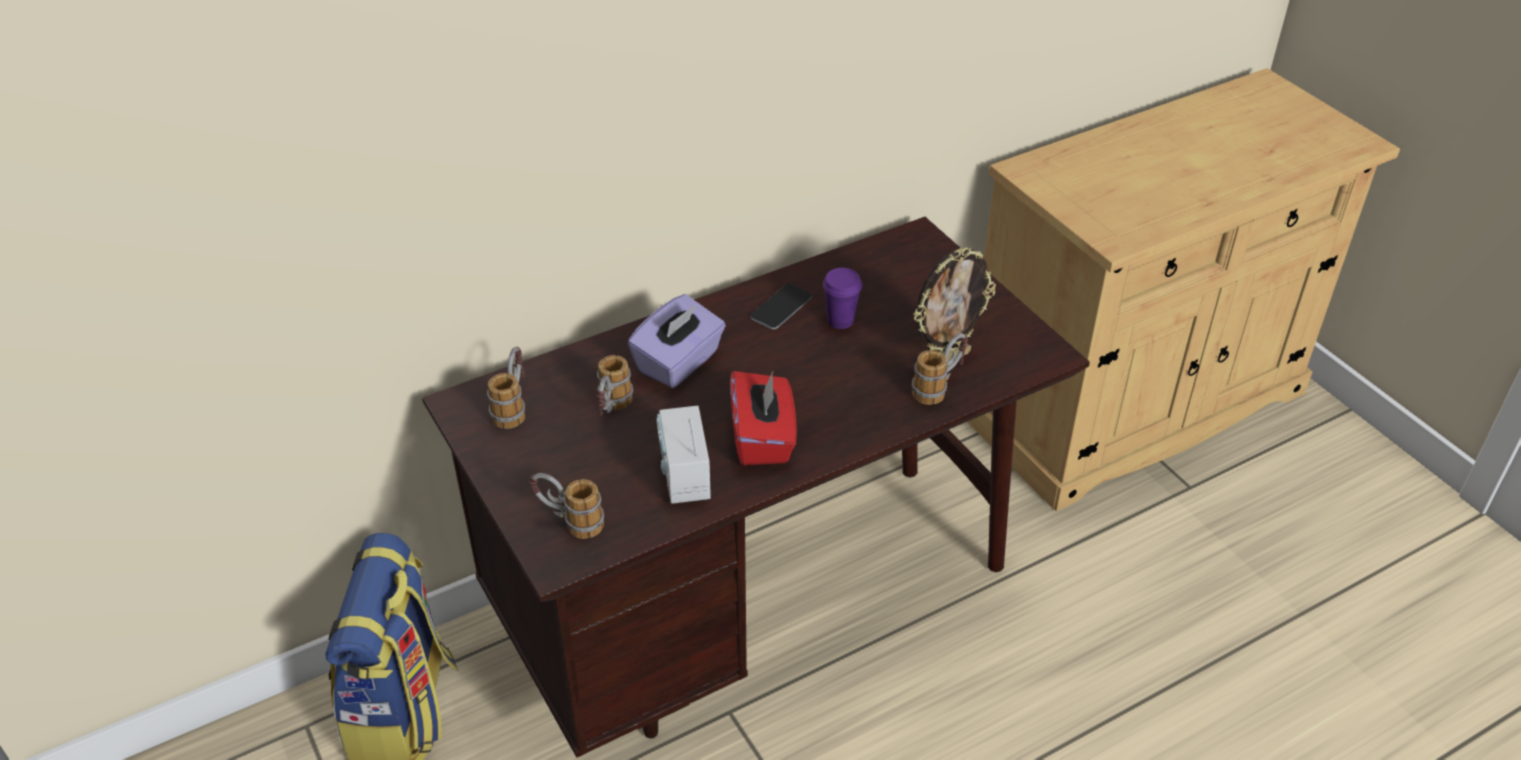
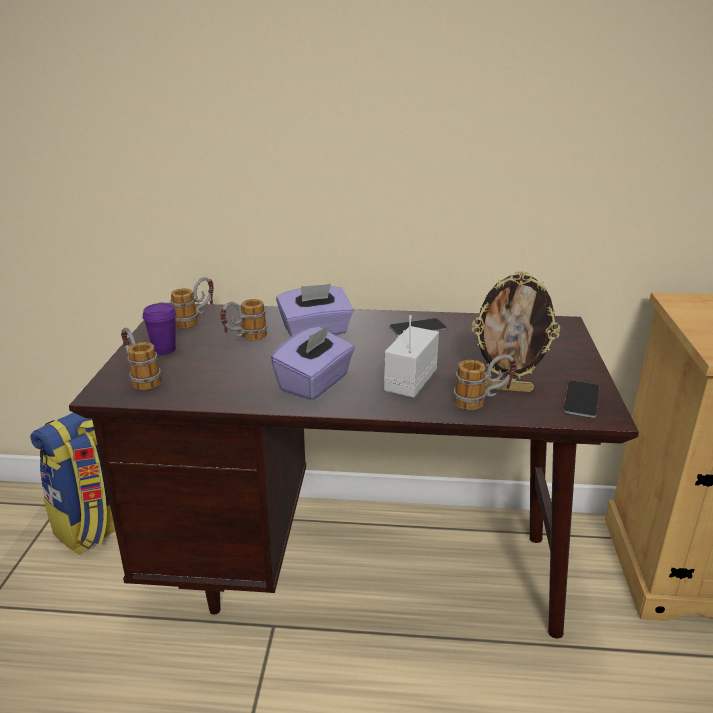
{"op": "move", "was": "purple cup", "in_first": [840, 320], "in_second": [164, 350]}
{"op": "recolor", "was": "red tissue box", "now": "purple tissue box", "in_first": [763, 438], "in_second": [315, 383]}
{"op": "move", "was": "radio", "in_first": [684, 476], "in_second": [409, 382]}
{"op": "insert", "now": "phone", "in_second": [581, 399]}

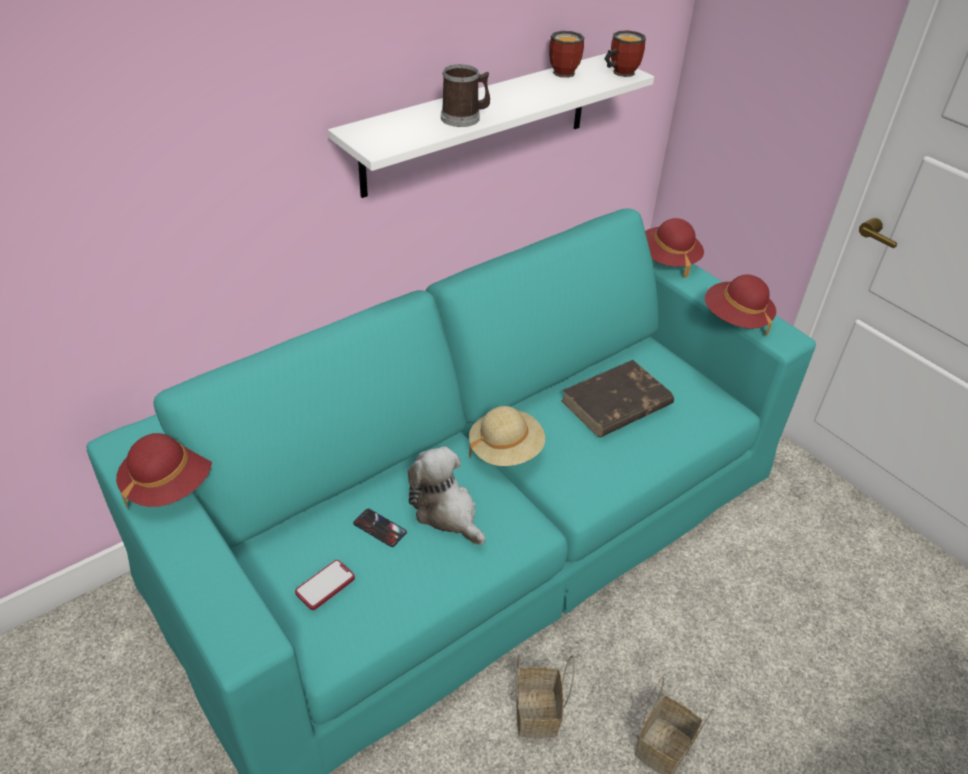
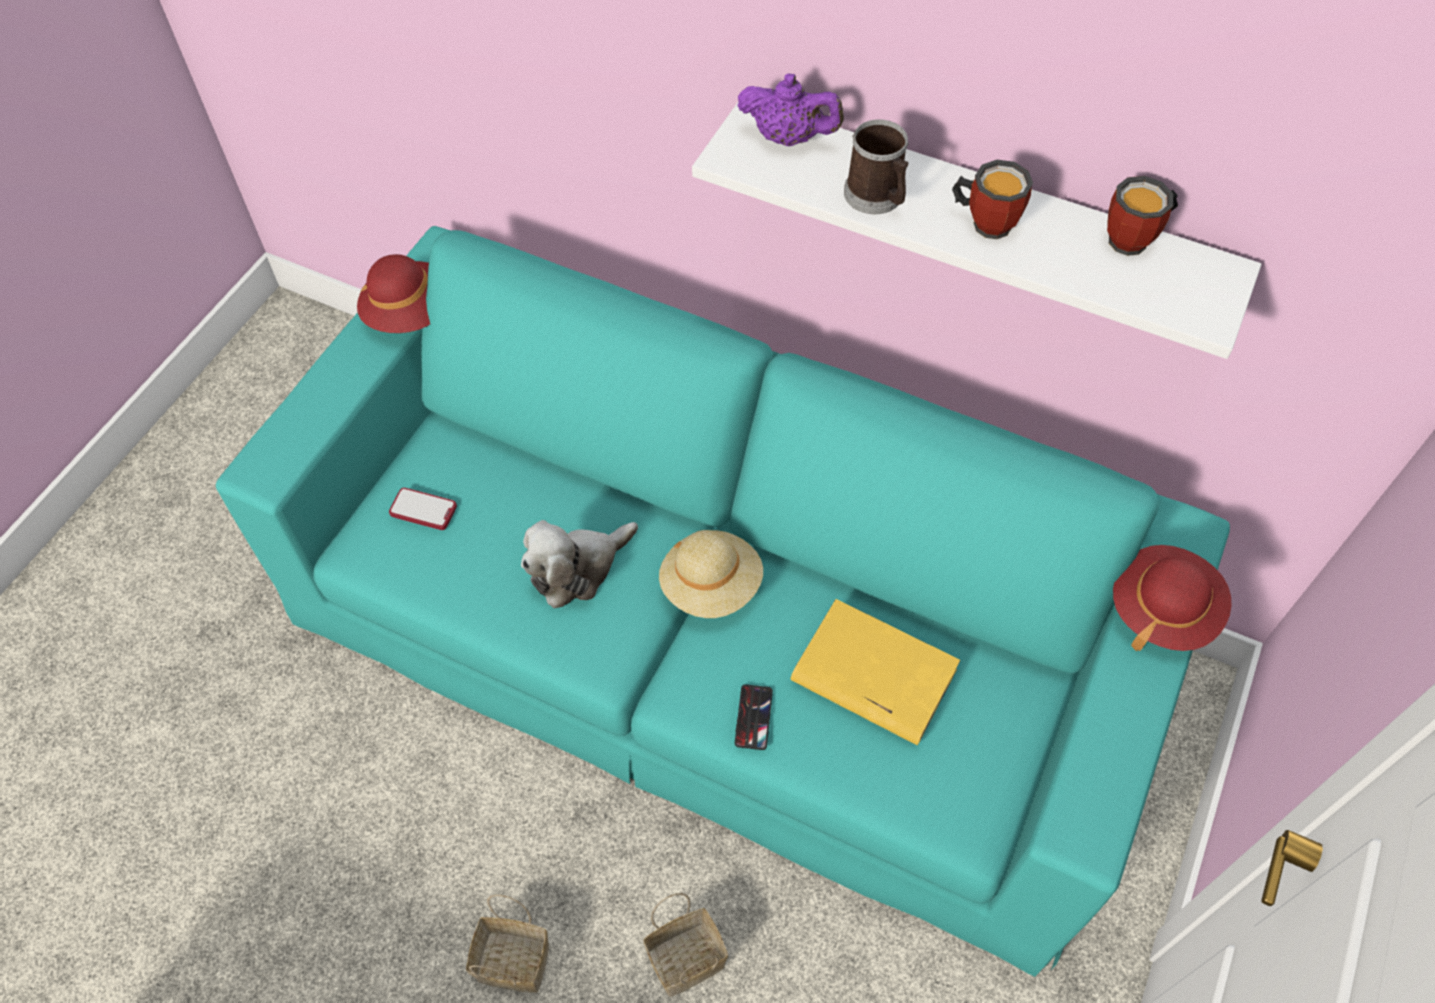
{"op": "move", "was": "mug", "in_first": [619, 73], "in_second": [985, 221]}
{"op": "delete", "was": "red hat", "in_first": [735, 319]}
{"op": "recolor", "was": "brown book", "now": "yellow book", "in_first": [615, 404], "in_second": [872, 675]}
{"op": "rotate", "was": "plush toy", "in_first": [446, 511], "in_second": [577, 568], "clockwise": -150}
{"op": "move", "was": "phone", "in_first": [379, 528], "in_second": [753, 717]}
{"op": "move", "was": "basket", "in_first": [538, 714], "in_second": [685, 962]}
{"op": "insert", "now": "purple teapot", "in_second": [788, 138]}

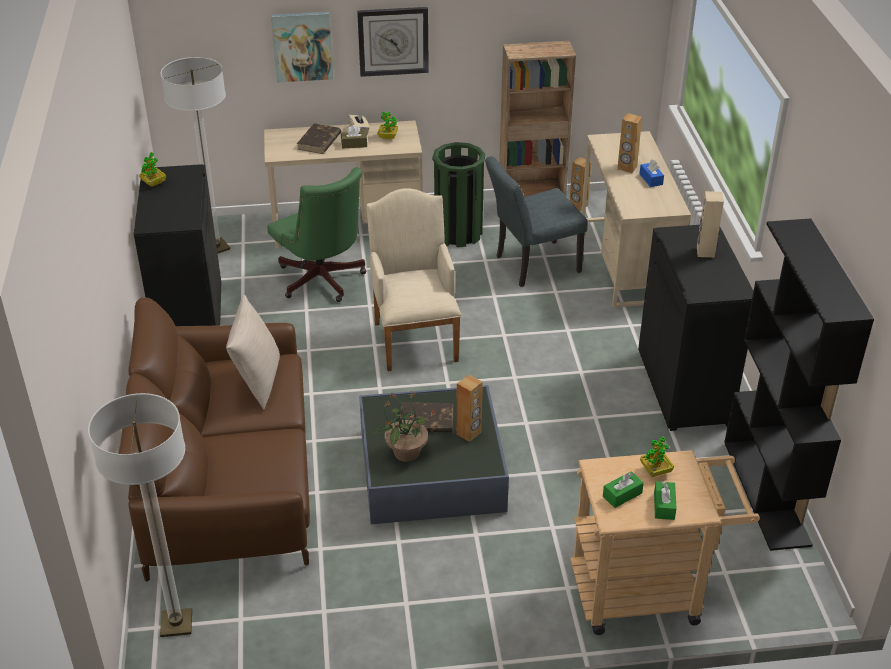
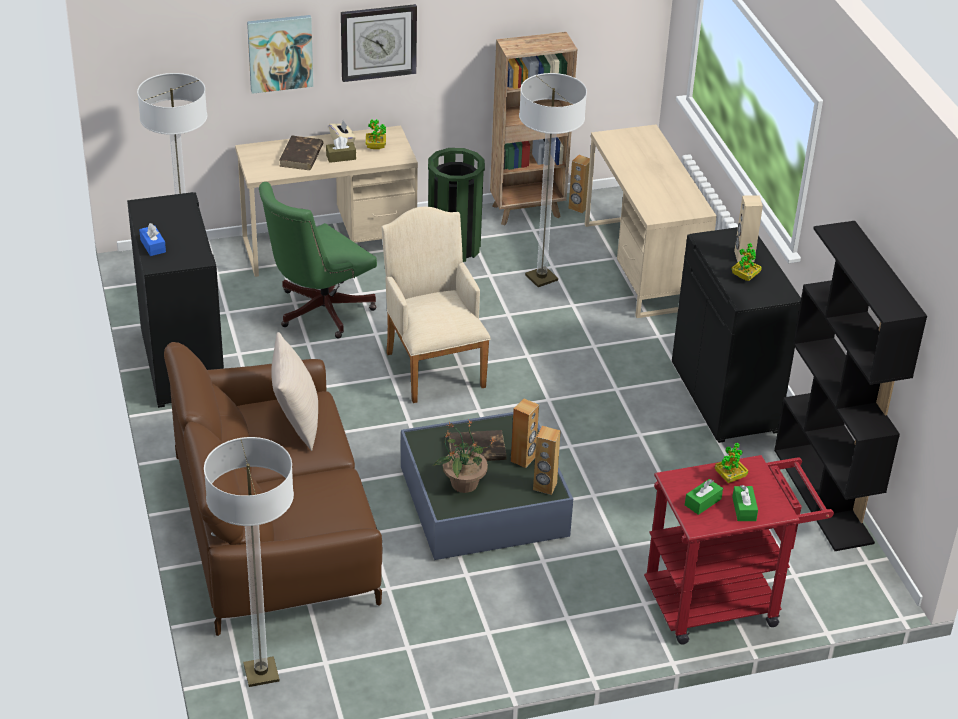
{"op": "move", "was": "brown speaker", "in_first": [627, 168], "in_second": [544, 487]}
{"op": "move", "was": "potted plant", "in_first": [154, 183], "in_second": [745, 276]}
{"op": "replace", "was": "grey chair", "now": "floor lamp", "in_first": [531, 265], "in_second": [541, 278]}
{"op": "move", "was": "blue tissue box", "in_first": [651, 179], "in_second": [153, 246]}
{"op": "rotate", "was": "green office chair", "in_first": [322, 282], "in_second": [318, 311], "clockwise": 90}
{"op": "recolor", "was": "beige cart", "now": "red cart", "in_first": [648, 592], "in_second": [723, 600]}

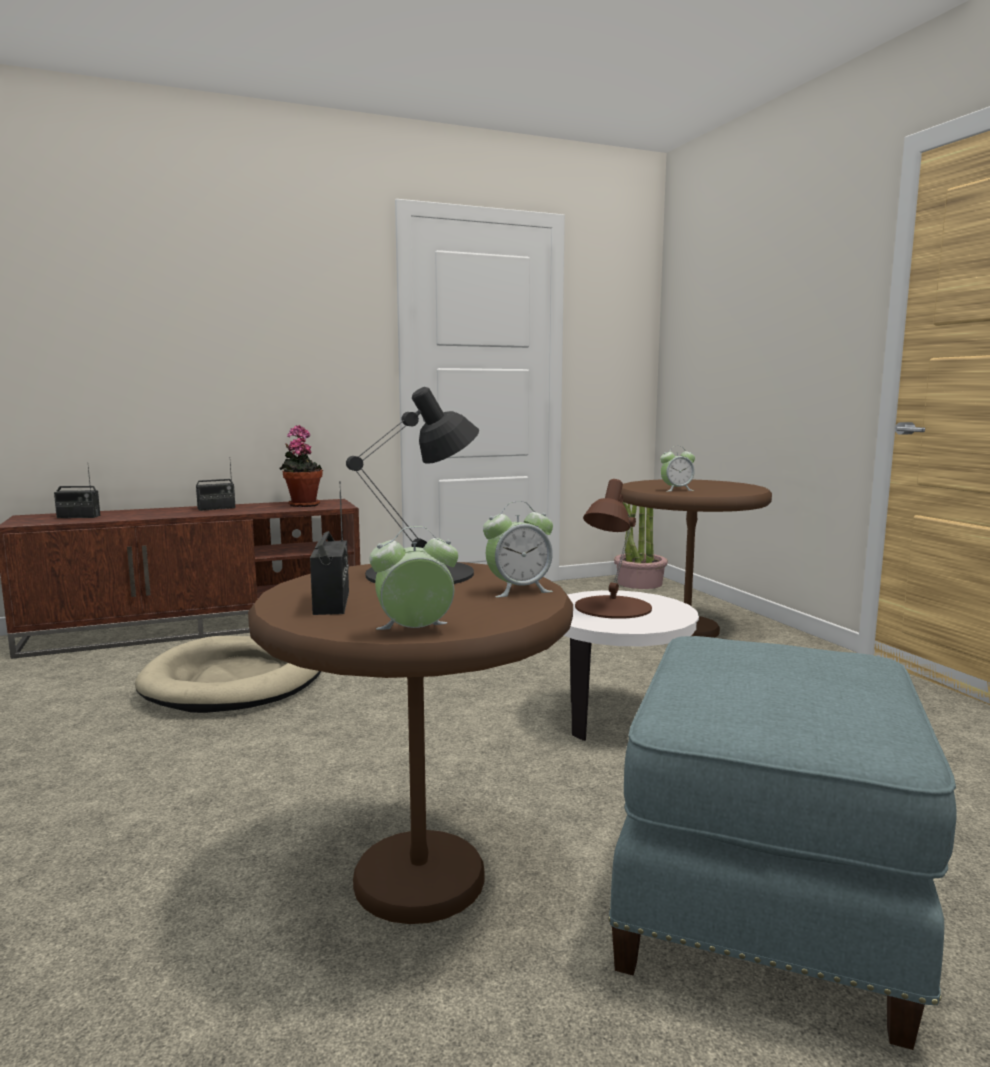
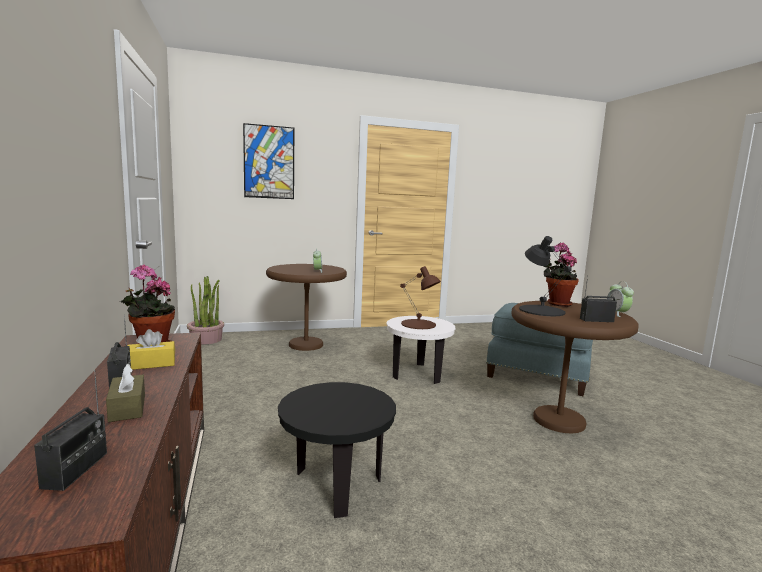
{"op": "replace", "was": "alarm clock", "now": "potted plant", "in_first": [518, 590], "in_second": [557, 303]}
{"op": "replace", "was": "beige dog bed", "now": "black side table", "in_first": [236, 681], "in_second": [335, 485]}
{"op": "insert", "now": "picture", "in_second": [269, 162]}
{"op": "insert", "now": "yellow tissue box", "in_second": [151, 364]}
{"op": "insert", "now": "brown tissue box", "in_second": [127, 408]}

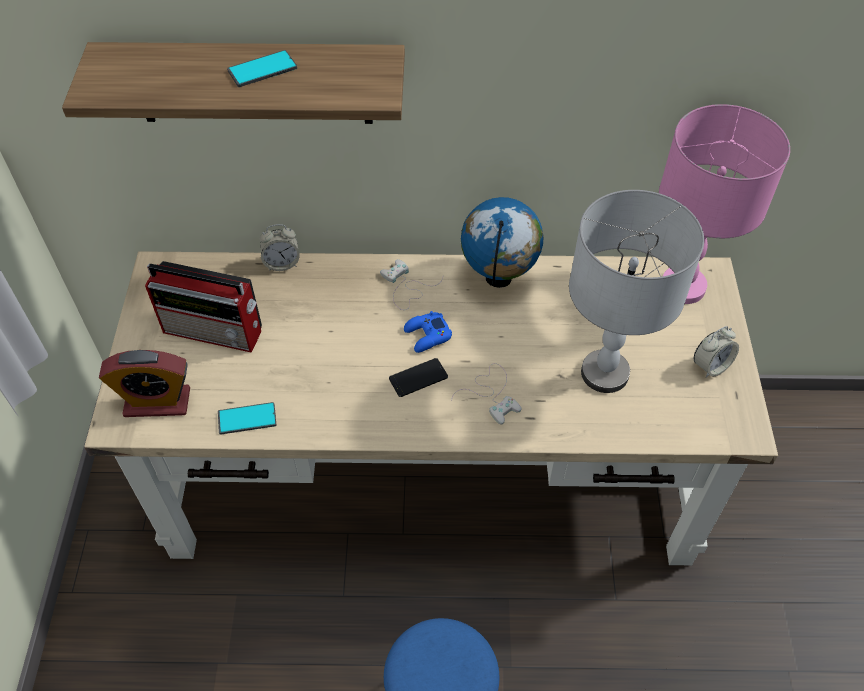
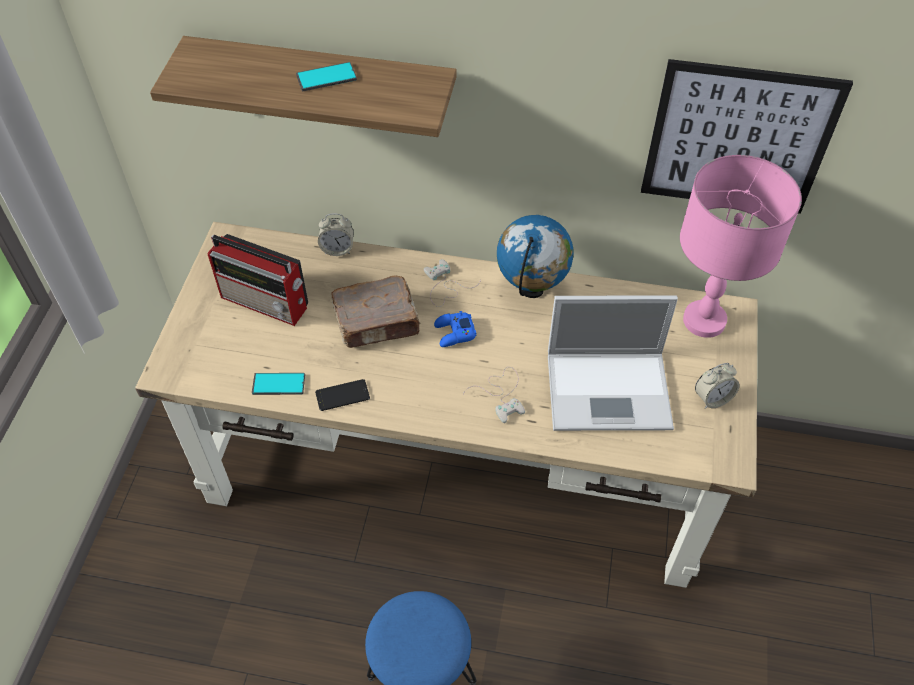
{"op": "replace", "was": "grey table lamp", "now": "laptop", "in_first": [605, 373], "in_second": [611, 390]}
{"op": "delete", "was": "alarm clock", "in_first": [157, 402]}
{"op": "move", "was": "phone", "in_first": [418, 378], "in_second": [342, 395]}
{"op": "insert", "now": "picture", "in_second": [738, 139]}
{"op": "insert", "now": "brown book", "in_second": [378, 322]}

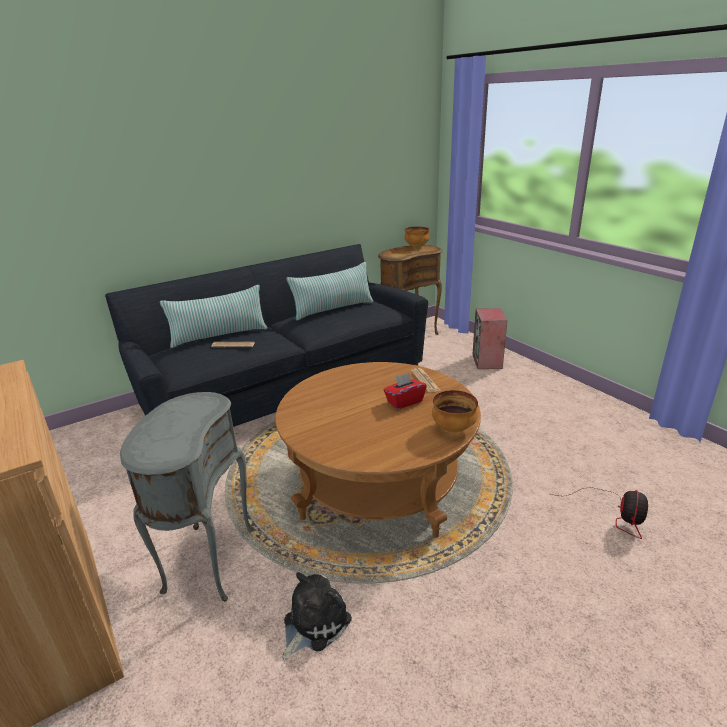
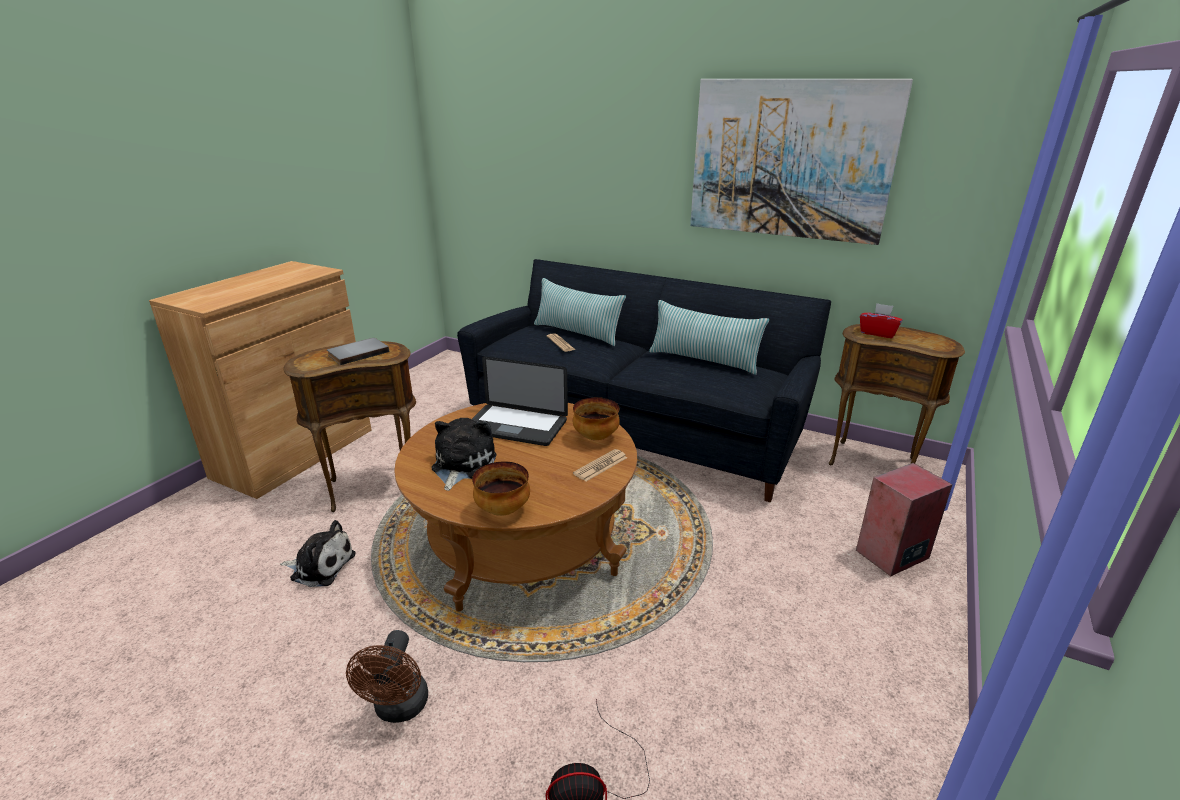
{"op": "move", "was": "bowl", "in_first": [416, 247], "in_second": [596, 437]}
{"op": "move", "was": "red tissue box", "in_first": [404, 401], "in_second": [878, 333]}
{"op": "recolor", "was": "grey side table", "now": "brown side table", "in_first": [206, 560], "in_second": [372, 485]}
{"op": "insert", "now": "picture", "in_second": [789, 160]}
{"op": "insert", "now": "grey book", "in_second": [357, 353]}
{"op": "insert", "now": "laptop", "in_second": [516, 426]}
{"op": "insert", "now": "plush toy", "in_second": [461, 465]}
{"op": "insert", "now": "brown fan", "in_second": [399, 709]}

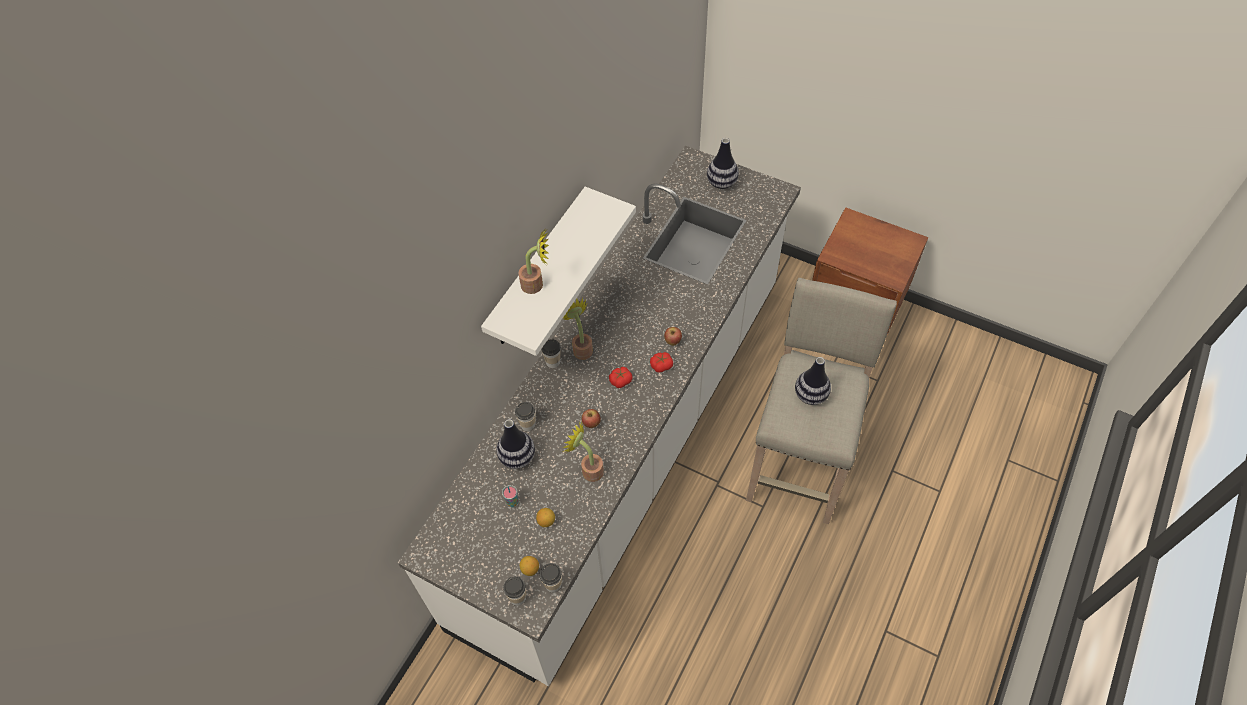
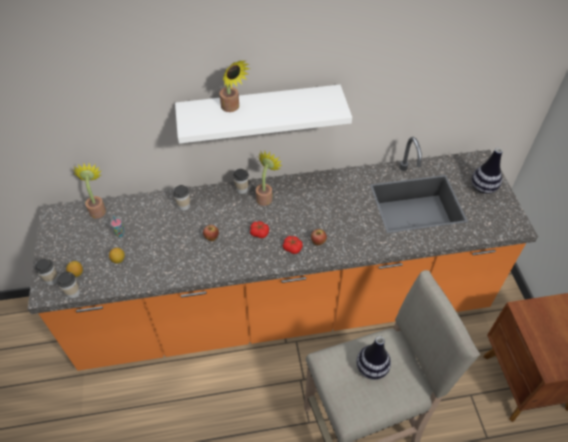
{"op": "recolor", "was": "white counter", "now": "orange counter", "in_first": [627, 446], "in_second": [284, 306]}
{"op": "delete", "was": "vase", "in_first": [517, 457]}
{"op": "move", "was": "potted plant", "in_first": [588, 470], "in_second": [98, 209]}

